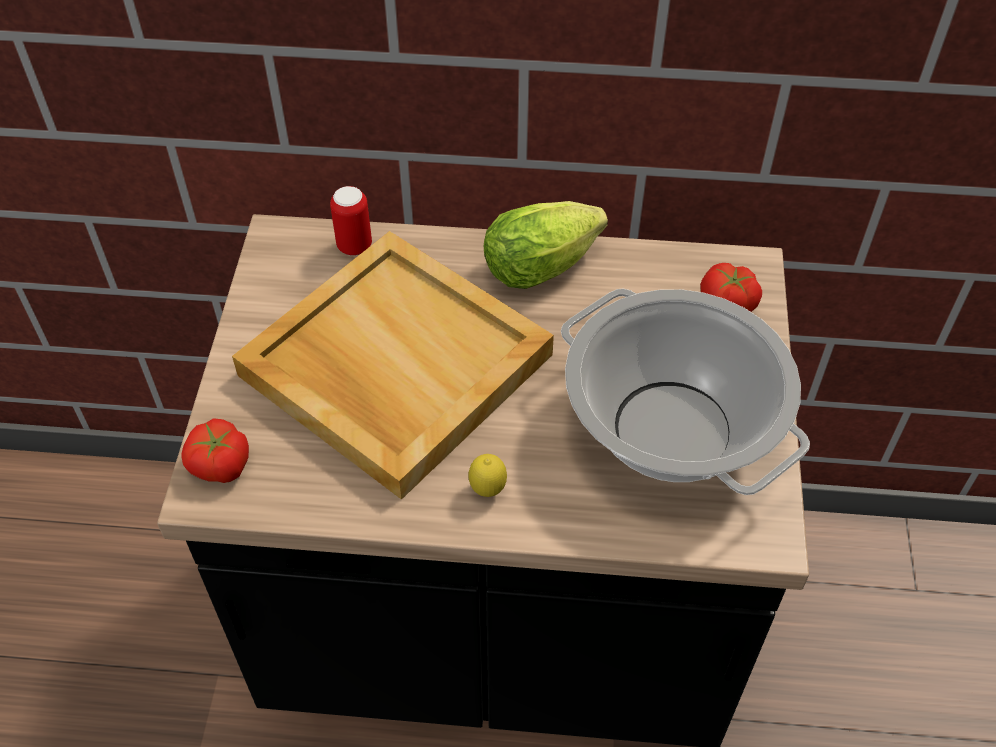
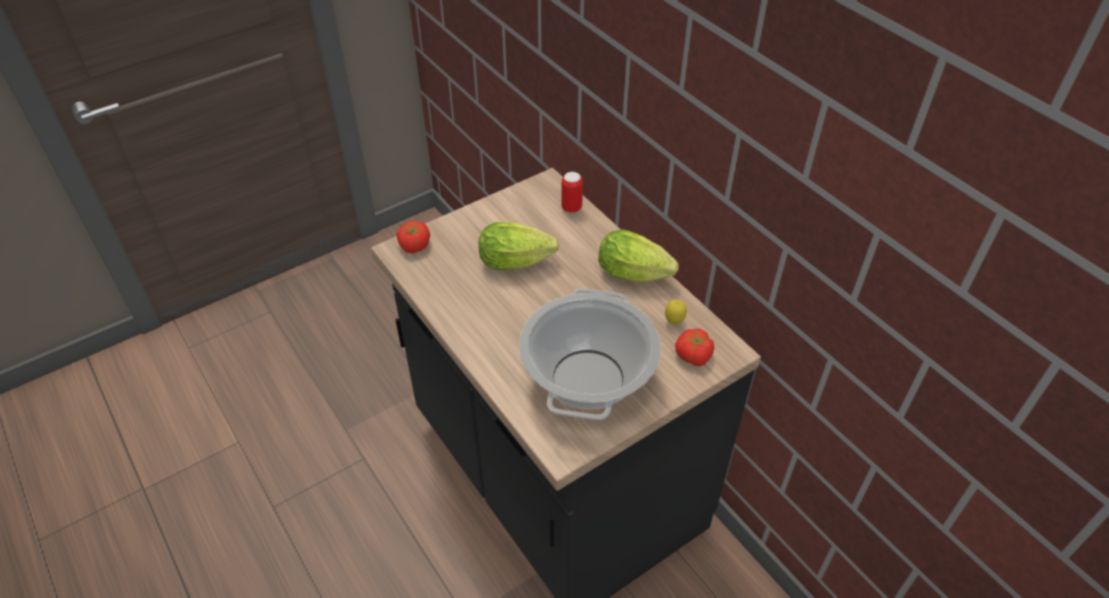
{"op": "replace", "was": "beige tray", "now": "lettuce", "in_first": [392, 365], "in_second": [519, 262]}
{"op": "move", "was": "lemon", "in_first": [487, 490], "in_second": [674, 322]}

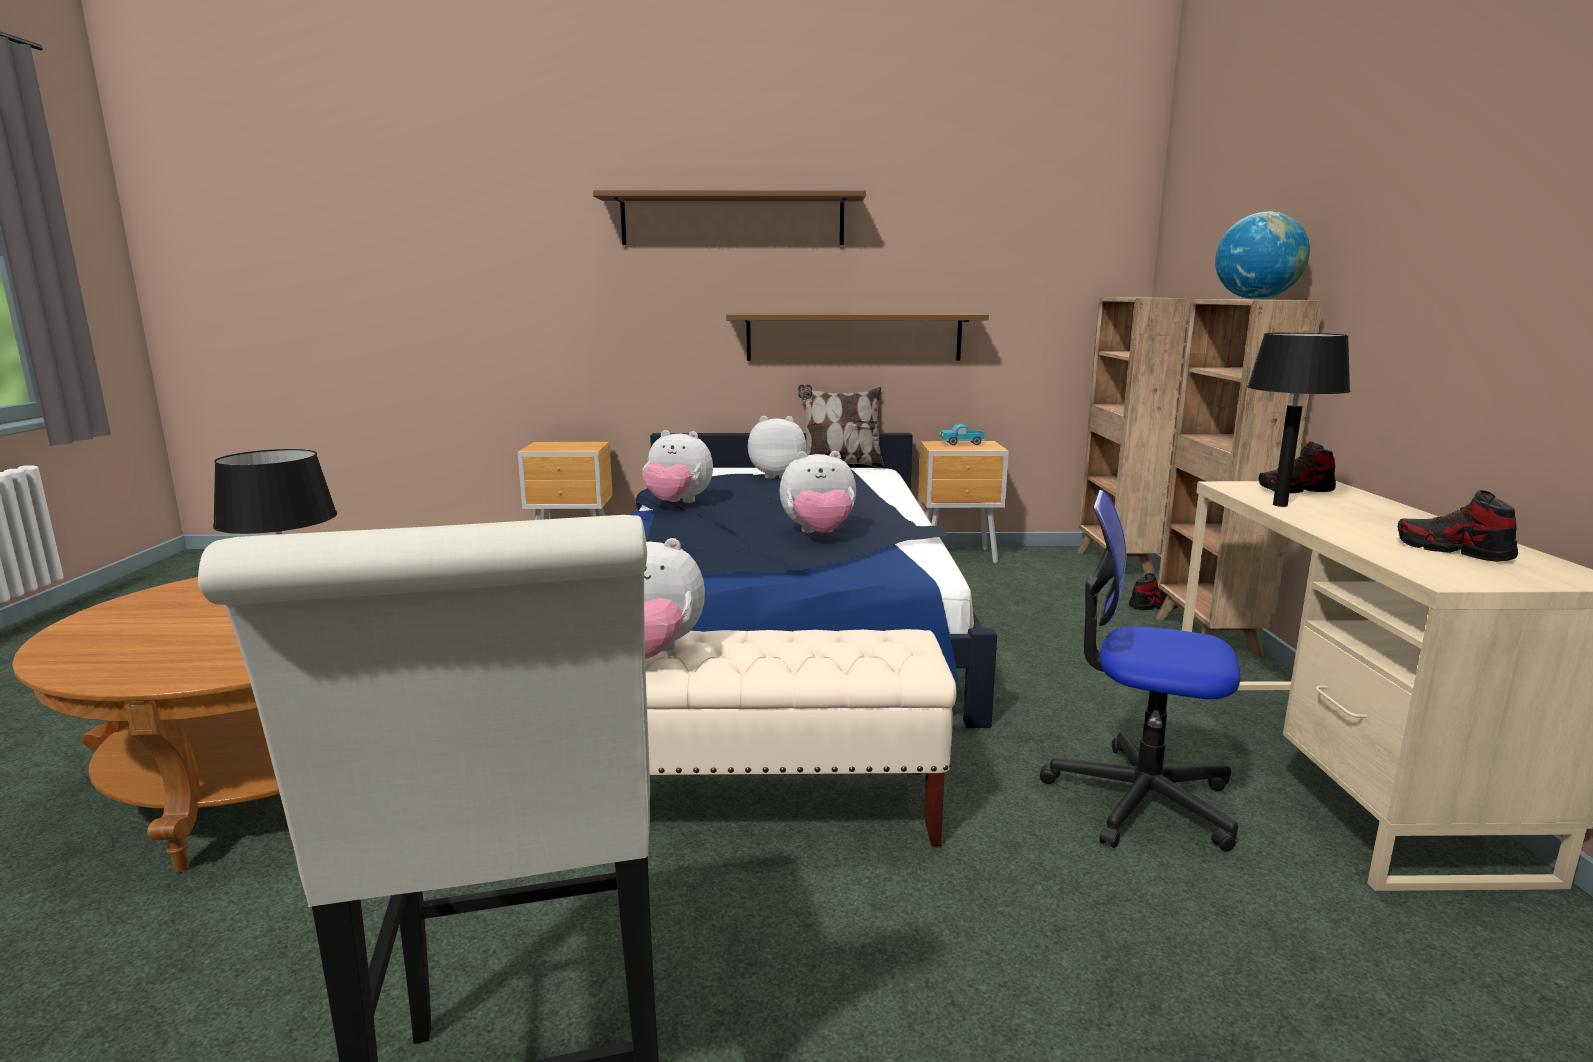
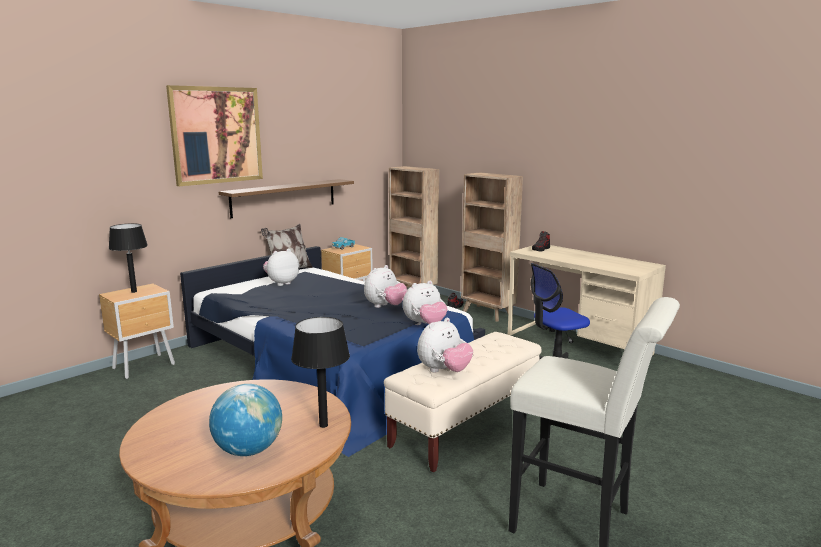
{"op": "replace", "was": "brown shelf", "now": "picture", "in_first": [732, 220], "in_second": [216, 135]}
{"op": "move", "was": "globe", "in_first": [1255, 299], "in_second": [248, 450]}
{"op": "move", "was": "black table lamp", "in_first": [1280, 505], "in_second": [134, 291]}
{"op": "move", "was": "plush toy", "in_first": [677, 503], "in_second": [425, 325]}
{"op": "delete", "was": "shoe", "in_first": [1453, 550]}

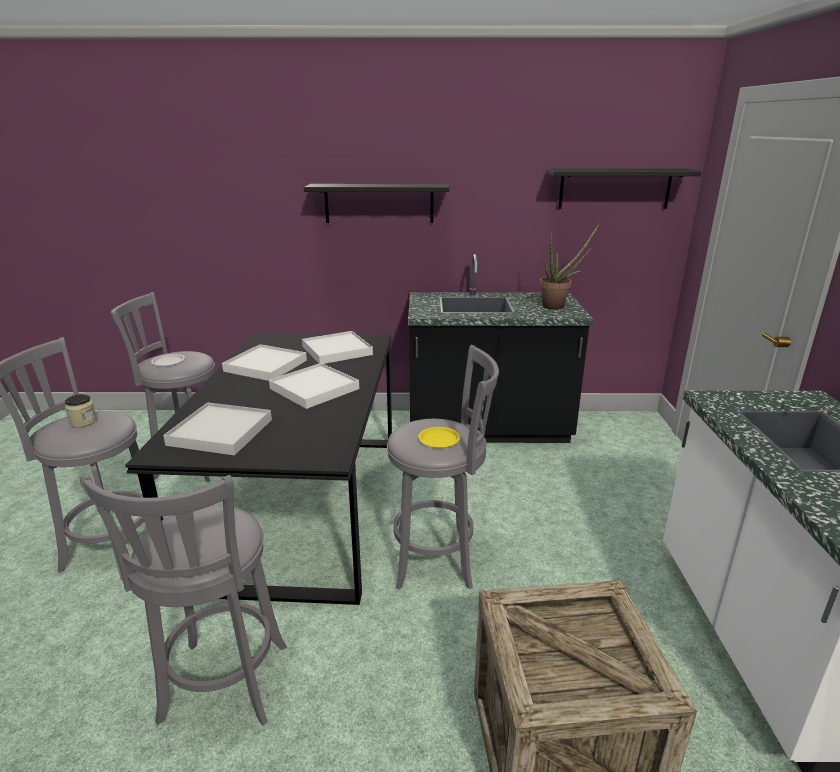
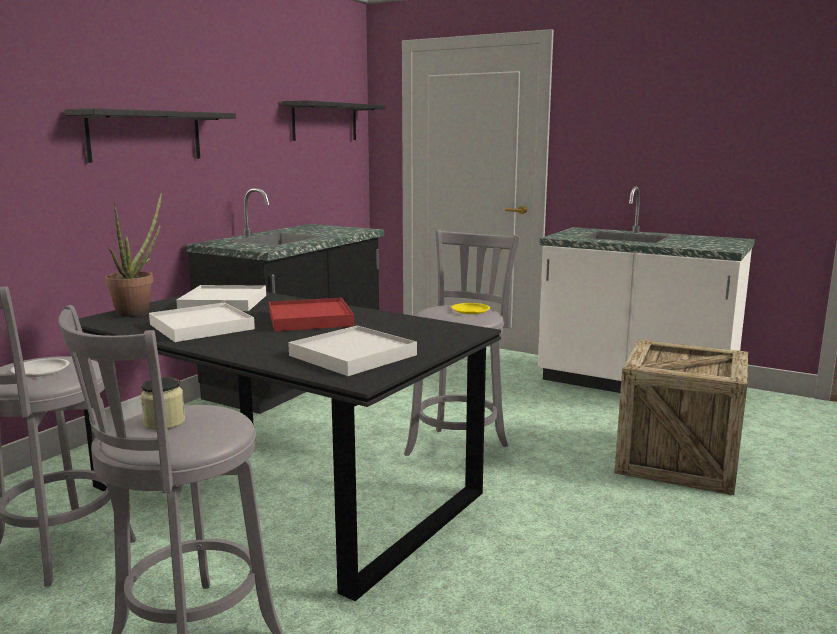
{"op": "move", "was": "potted plant", "in_first": [558, 306], "in_second": [138, 311]}
{"op": "recolor", "was": "white tray", "now": "red tray", "in_first": [314, 389], "in_second": [310, 319]}
{"op": "delete", "was": "grey stool", "in_first": [222, 688]}

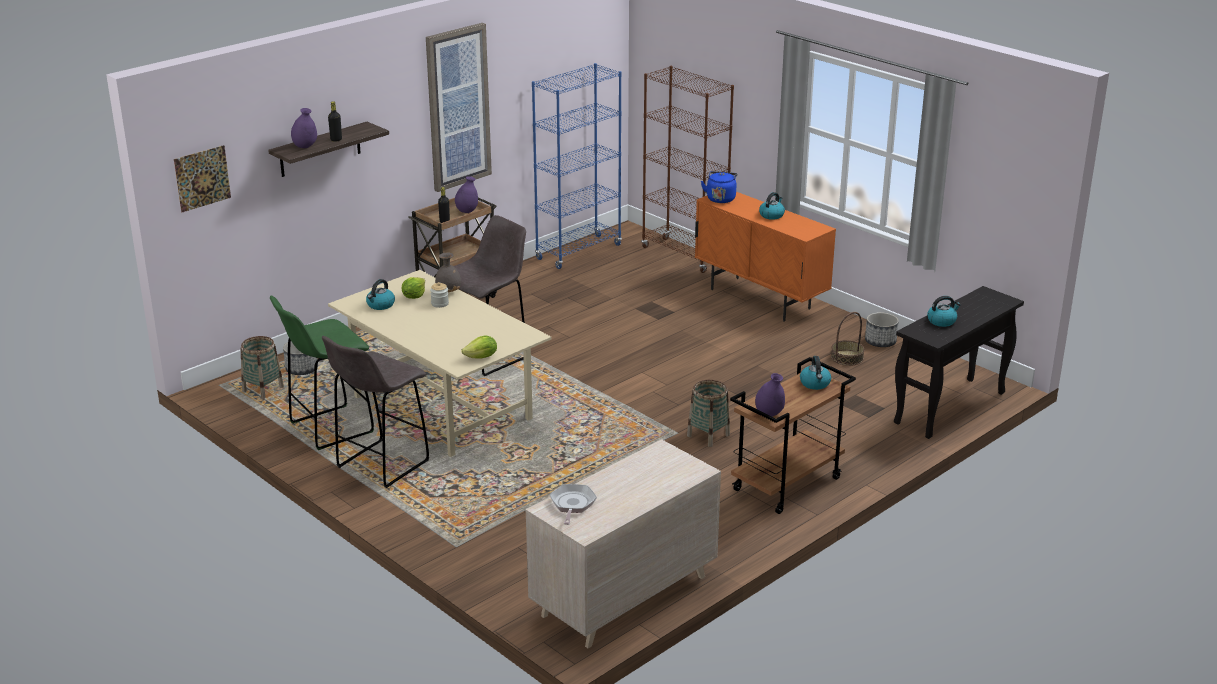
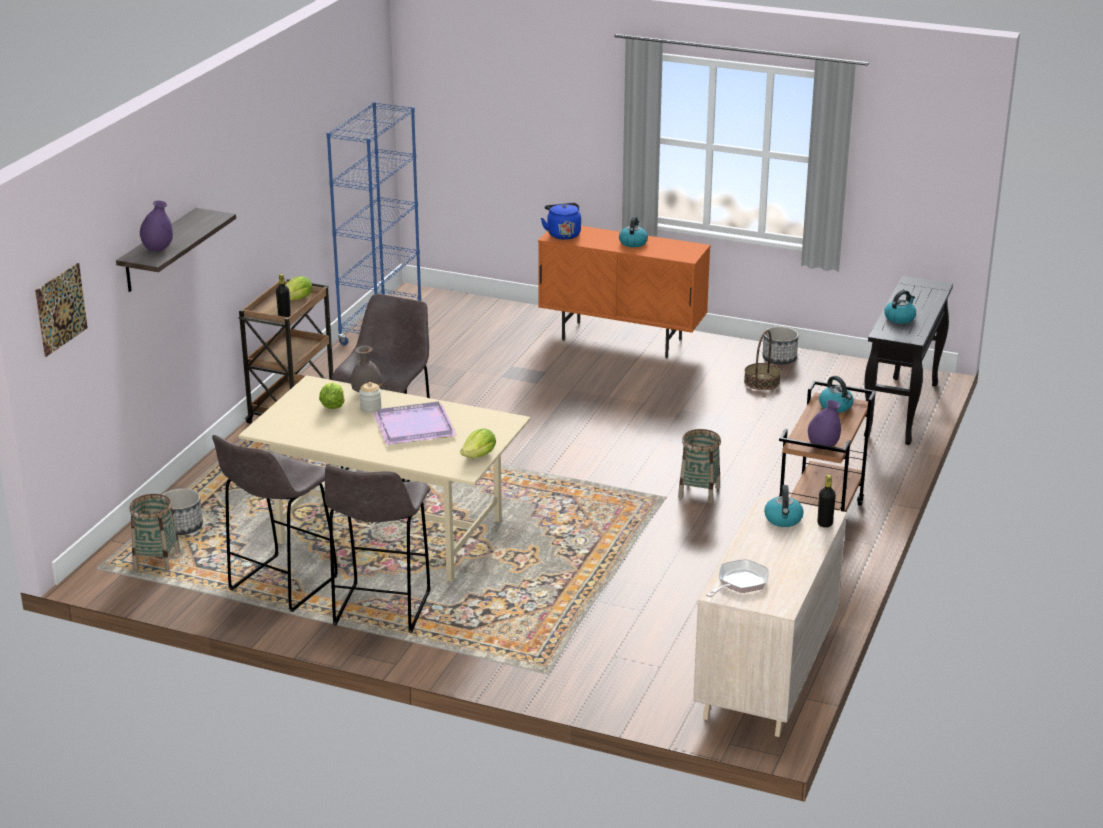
{"op": "delete", "was": "picture", "in_first": [458, 107]}
{"op": "delete", "was": "brown bookcase", "in_first": [684, 256]}
{"op": "move", "was": "black bottle", "in_first": [336, 139], "in_second": [825, 523]}
{"op": "replace", "was": "purple vase", "now": "lettuce", "in_first": [467, 211], "in_second": [297, 299]}
{"op": "move", "was": "kettle", "in_first": [380, 305], "in_second": [783, 519]}
{"op": "recolor", "was": "green stool", "now": "grey stool", "in_first": [329, 428], "in_second": [281, 585]}
{"op": "rotate", "was": "frying pan", "in_first": [572, 505], "in_second": [740, 582], "clockwise": 60}
{"op": "insert", "now": "purple tray", "in_second": [416, 427]}

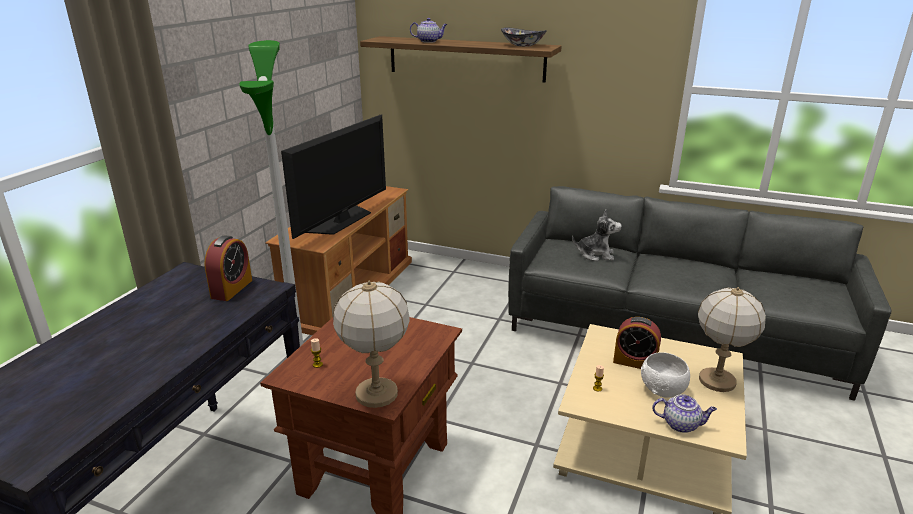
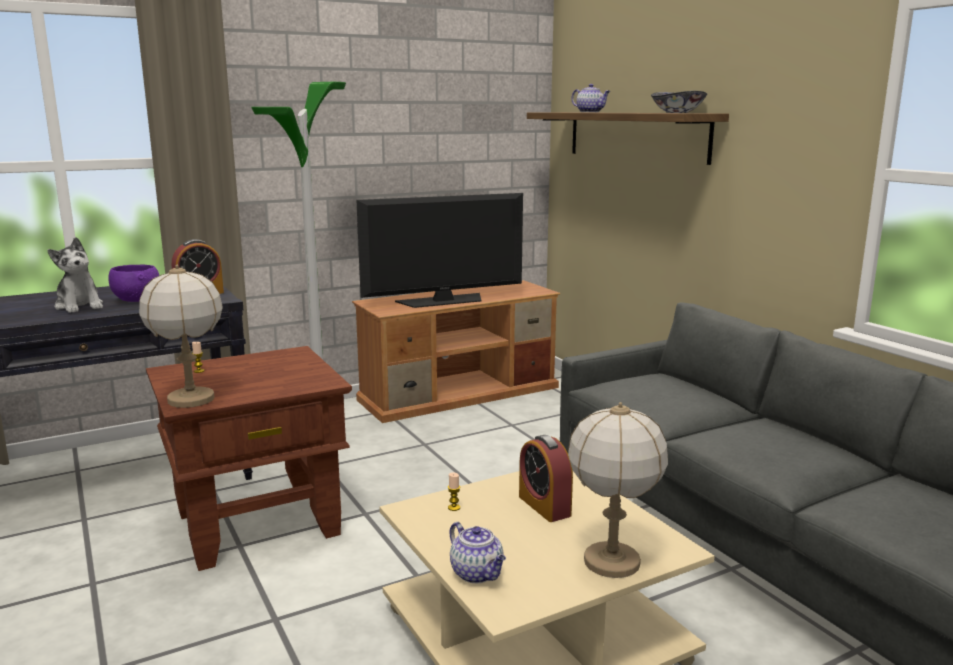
{"op": "move", "was": "plush toy", "in_first": [596, 255], "in_second": [80, 306]}
{"op": "delete", "was": "white bowl", "in_first": [663, 390]}
{"op": "insert", "now": "purple bowl", "in_second": [136, 300]}

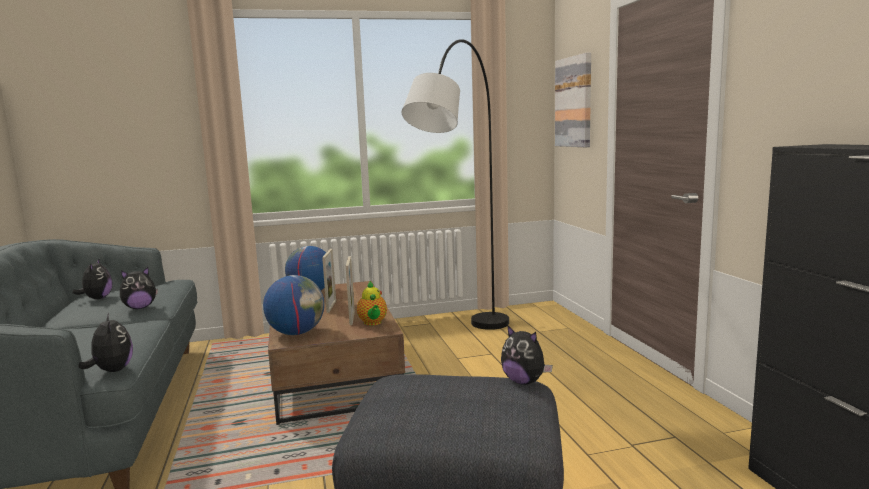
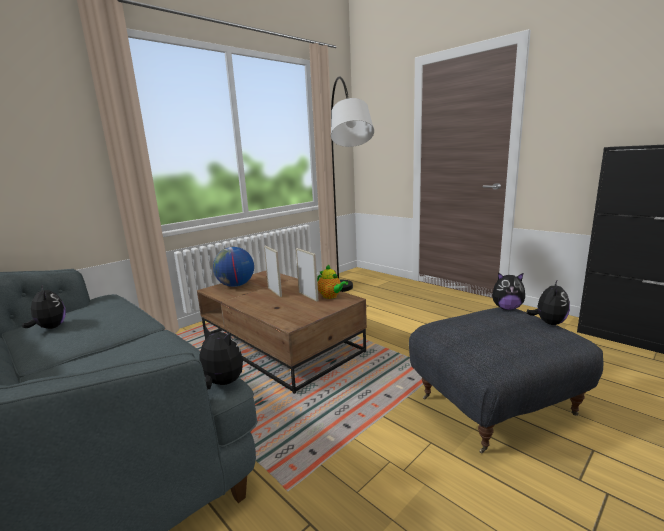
{"op": "delete", "was": "picture", "in_first": [574, 102]}
{"op": "move", "was": "plush toy", "in_first": [140, 308], "in_second": [548, 323]}
{"op": "delete", "was": "globe", "in_first": [296, 333]}

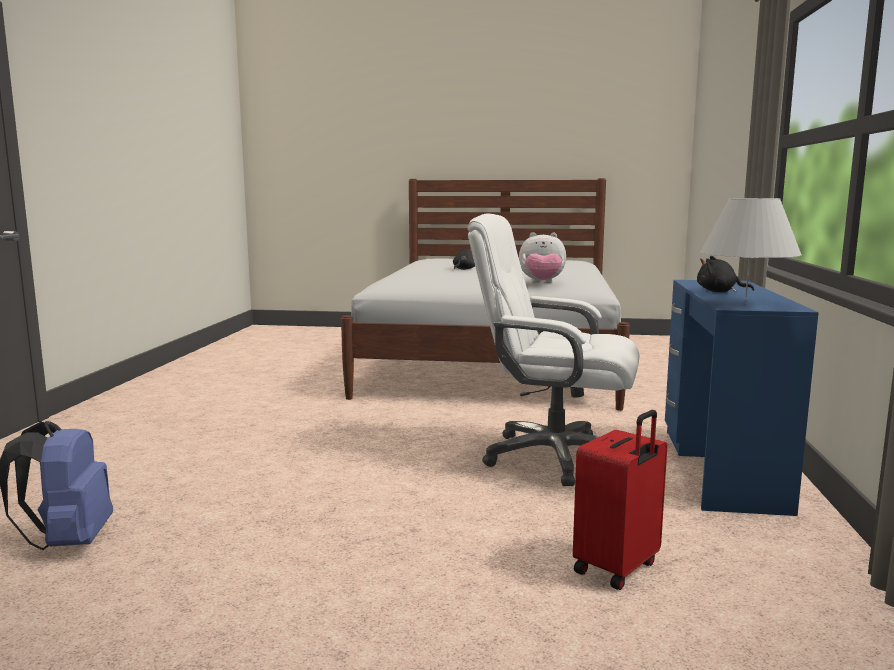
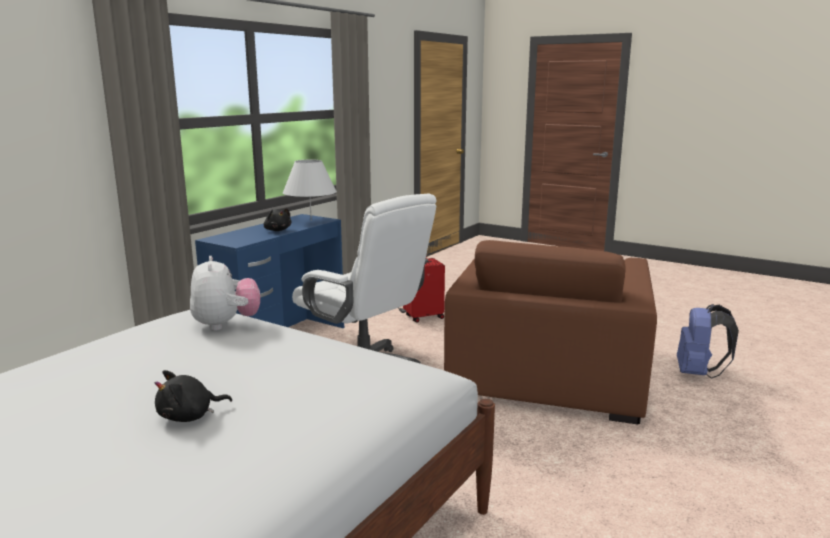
{"op": "rotate", "was": "plush toy", "in_first": [542, 283], "in_second": [226, 325], "clockwise": 45}
{"op": "insert", "now": "brown armchair", "in_second": [548, 370]}

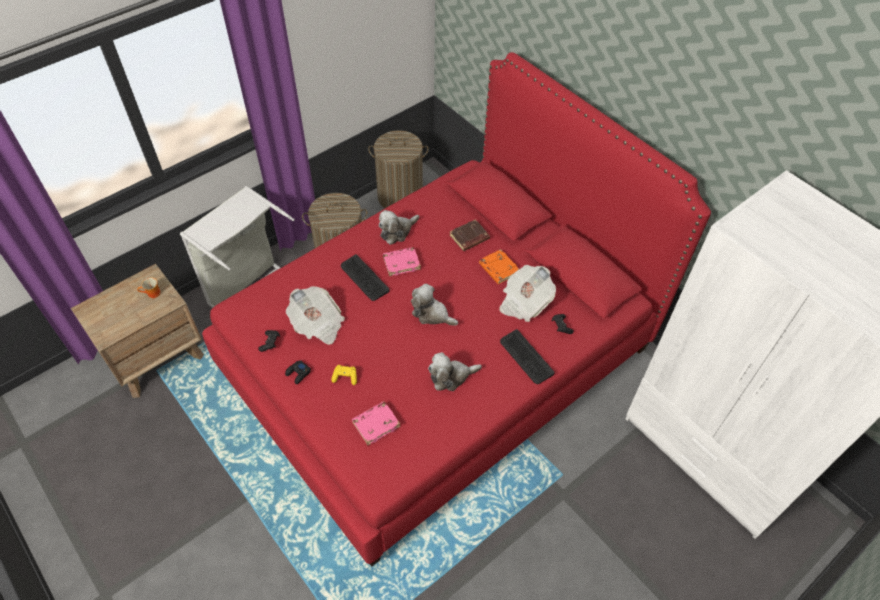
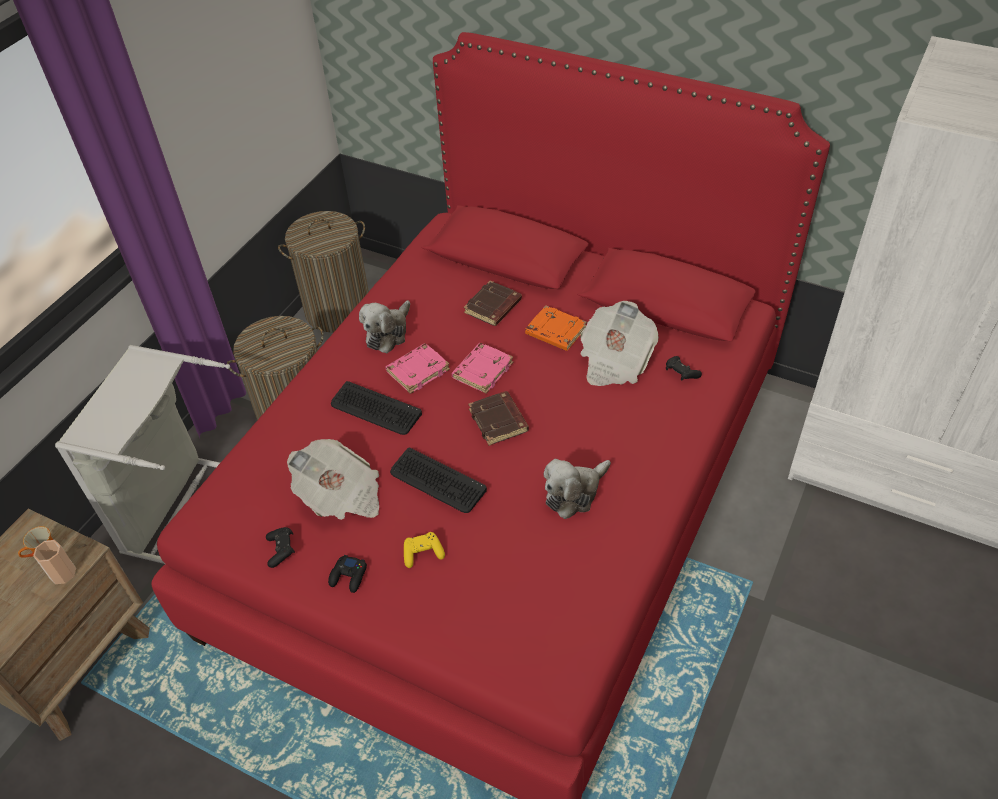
{"op": "replace", "was": "plush toy", "now": "brown book", "in_first": [432, 314], "in_second": [499, 421]}
{"op": "move", "was": "keyboard", "in_first": [526, 357], "in_second": [437, 481]}
{"op": "move", "was": "pink book", "in_first": [376, 424], "in_second": [482, 370]}
{"op": "insert", "now": "cup", "in_second": [63, 573]}

